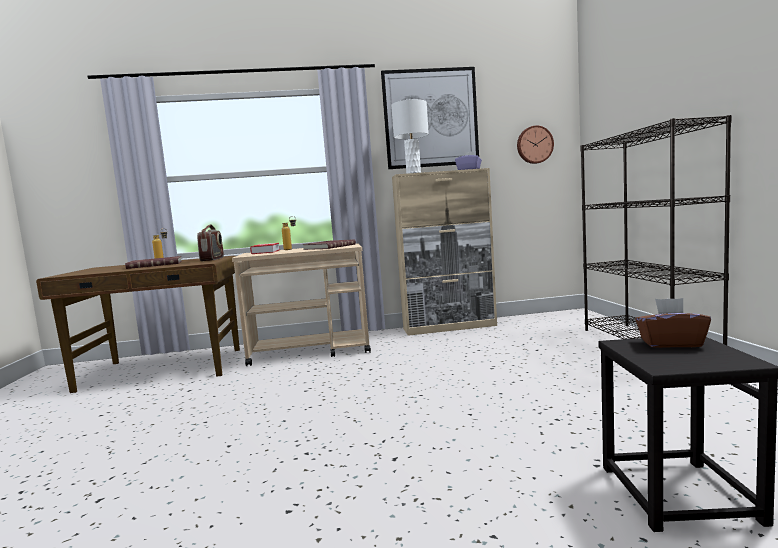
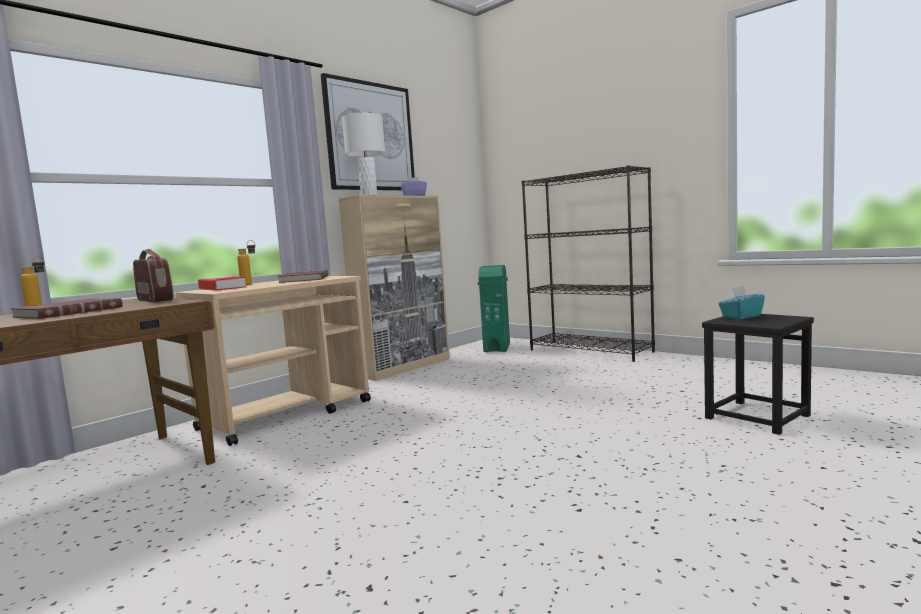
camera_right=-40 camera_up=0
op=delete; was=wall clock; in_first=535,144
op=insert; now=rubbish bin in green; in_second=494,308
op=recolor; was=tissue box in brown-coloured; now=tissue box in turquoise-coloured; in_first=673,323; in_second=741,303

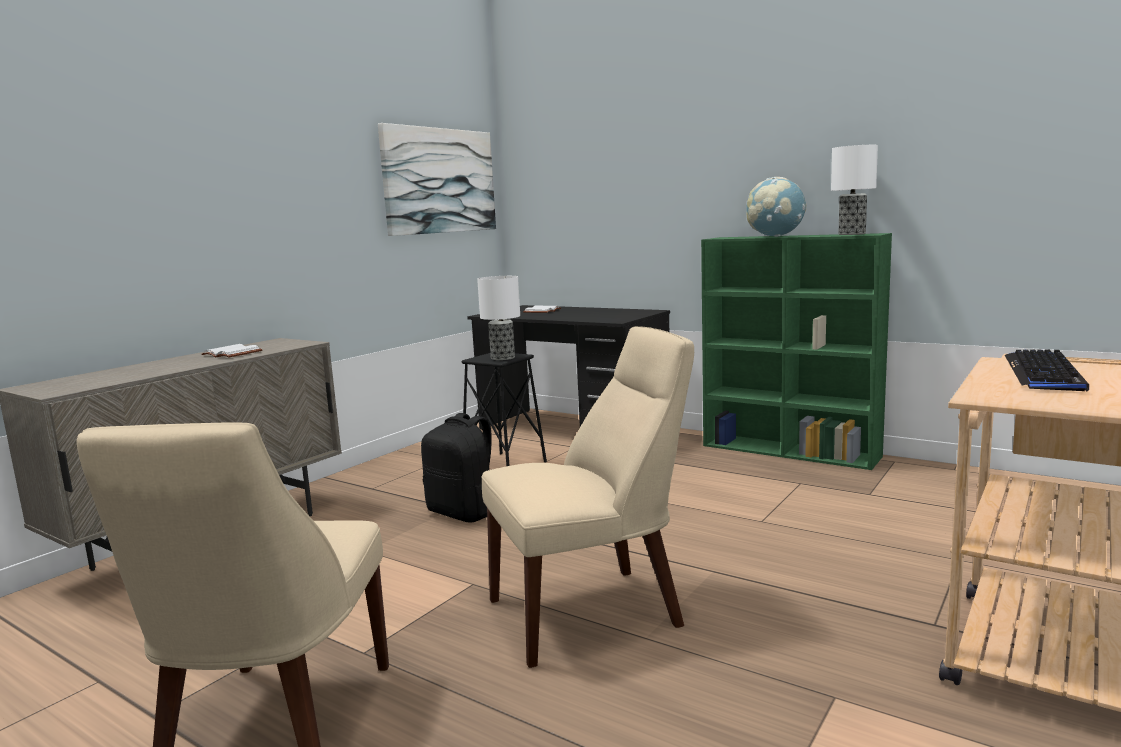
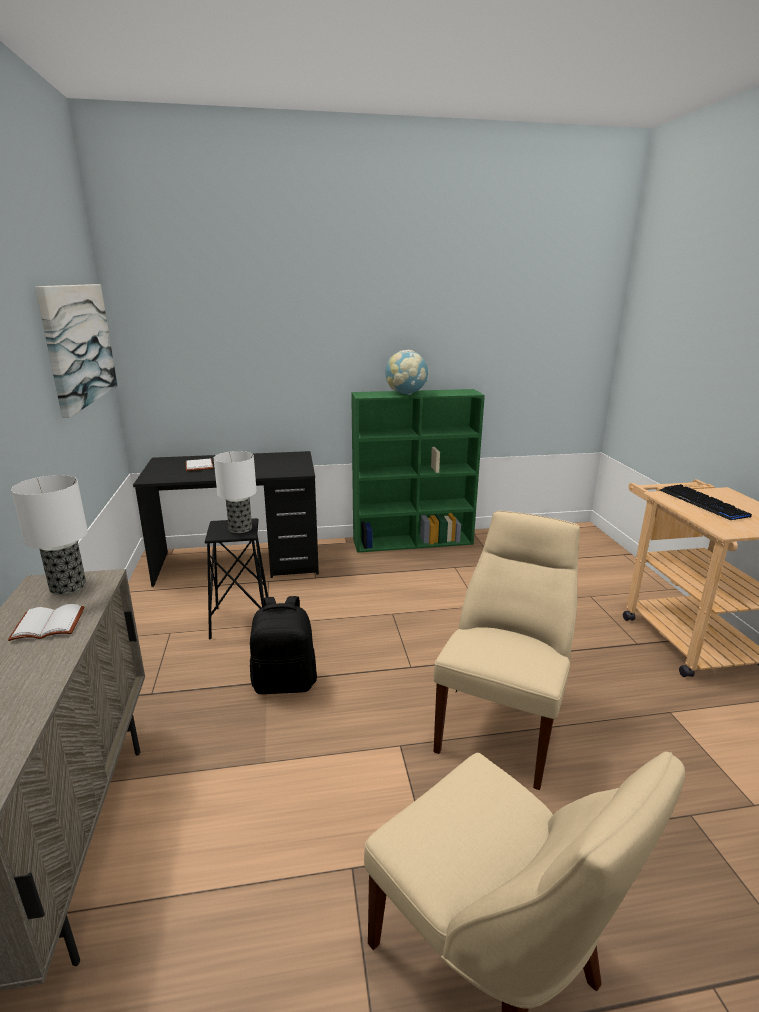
camera_right=-45 camera_up=10
op=move; was=lamp for a table; in_first=854,190; in_second=49,535

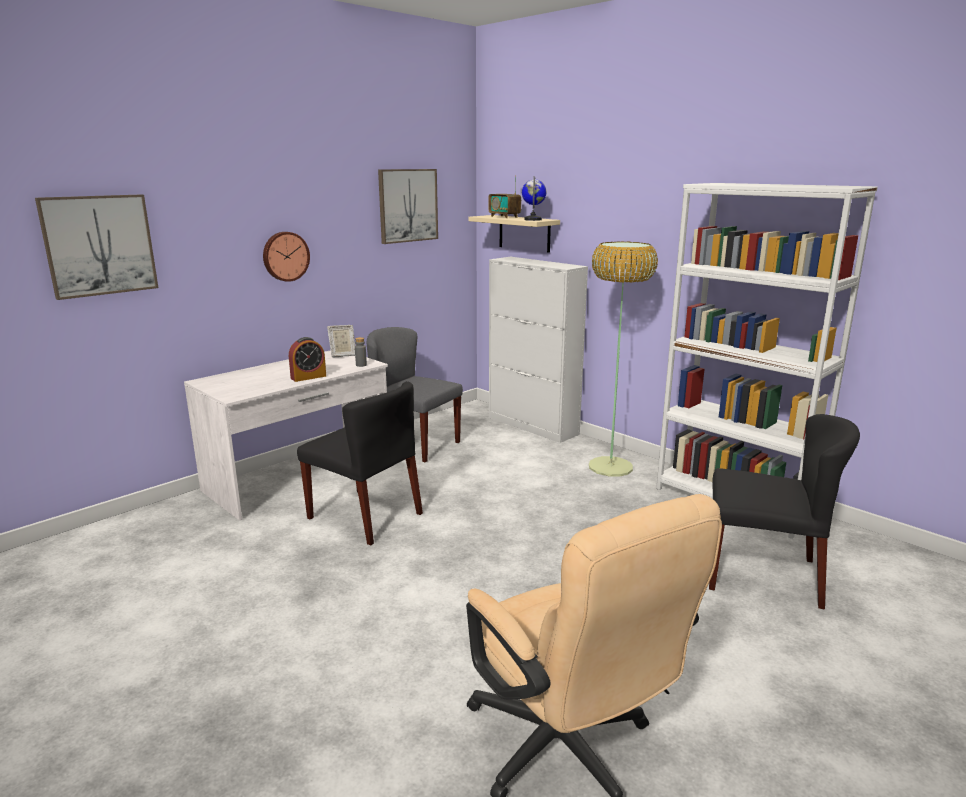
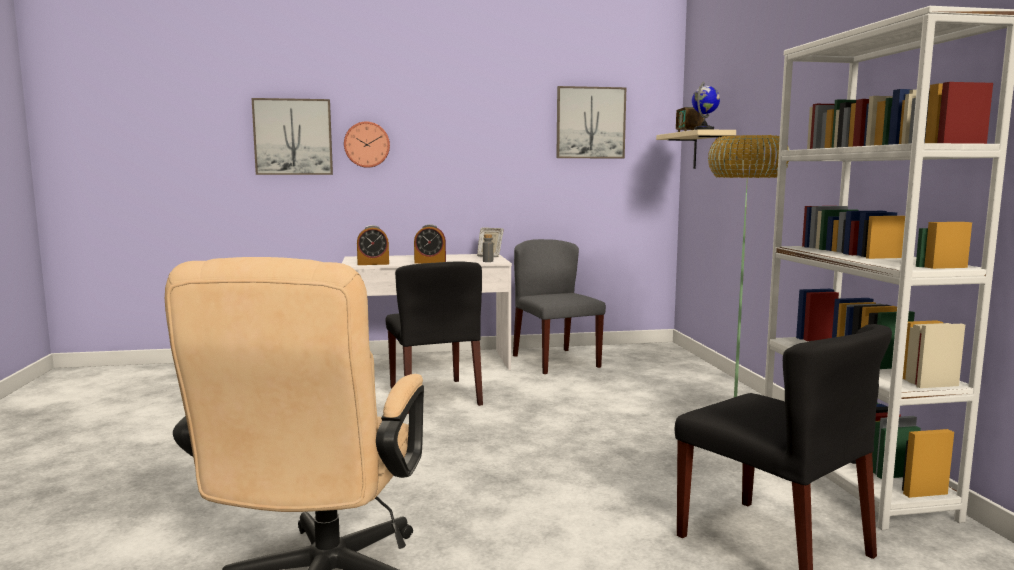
camera_right=35 camera_up=-10
op=delete; was=cabinet in white; in_first=538,350
op=insert; now=table clock; in_second=373,245
op=move; was=wall clock; in_first=286,257; in_second=367,145

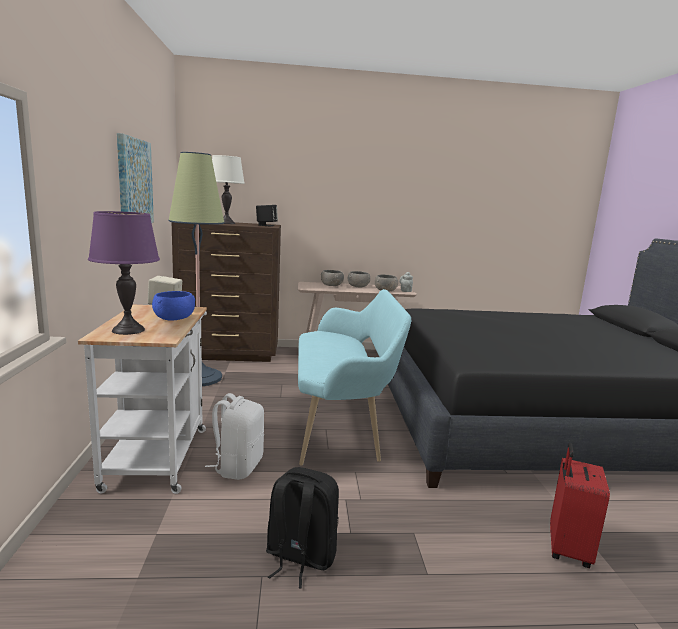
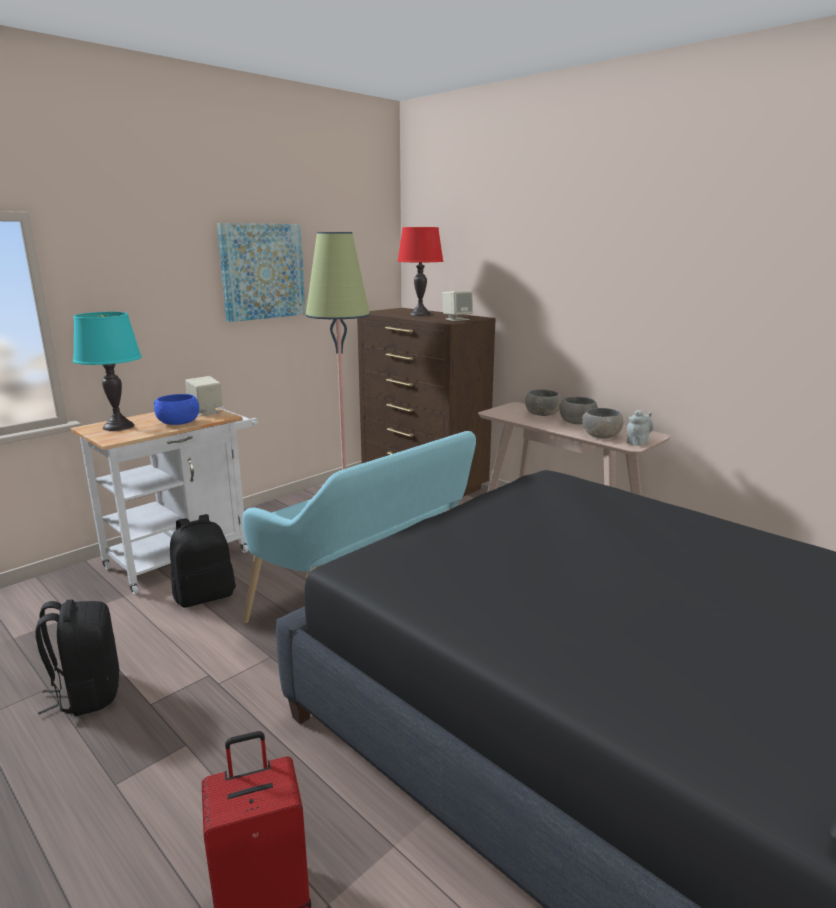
camera_right=50 camera_up=5
op=recolor; was=lamp for a table in purplish; now=lamp for a table in turquoise-coloured; in_first=124,273; in_second=107,371
op=recolor; was=backpack in white; now=backpack in blackish; in_first=234,436; in_second=203,561
op=recolor; was=lamp for a table in white; now=lamp for a table in red-coloured; in_first=228,189; in_second=420,271
op=recolor; was=audio speaker in blackish; now=audio speaker in sand-coloured; in_first=267,215; in_second=457,305

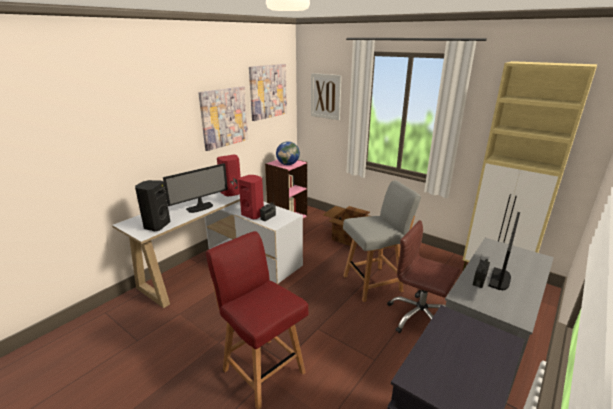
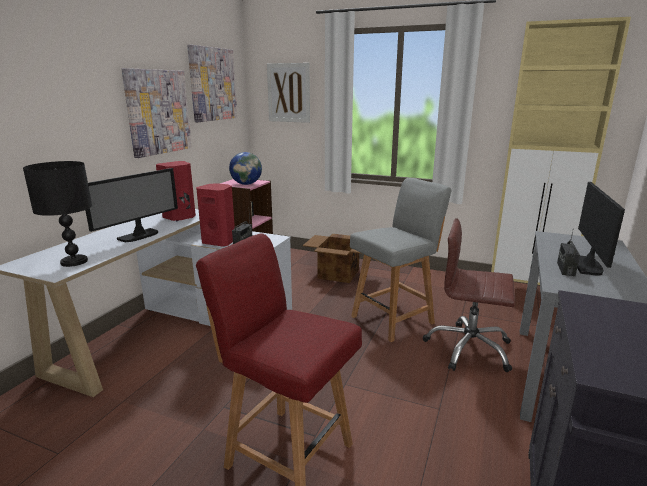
camera_right=-15 camera_up=-5
op=replace; was=audio speaker in blackish; now=lamp for a table in blackish; in_first=153,205; in_second=57,214

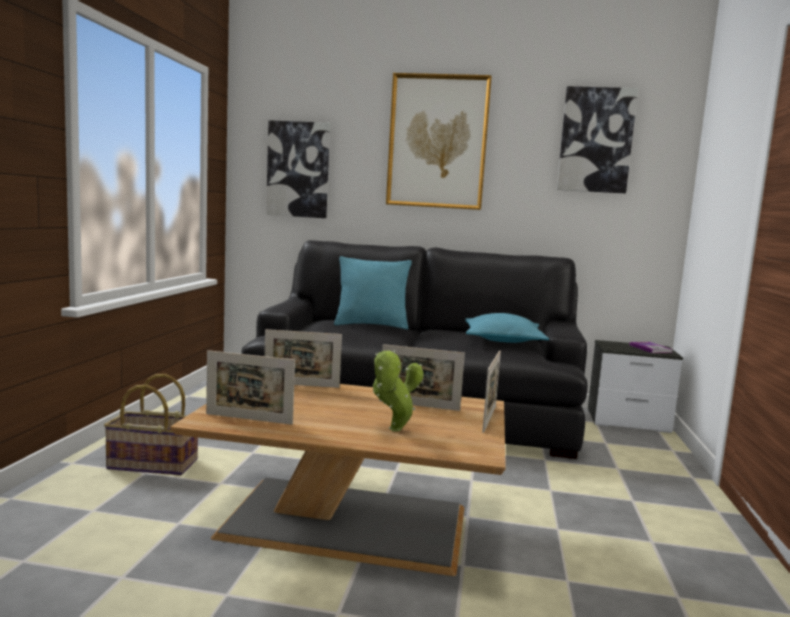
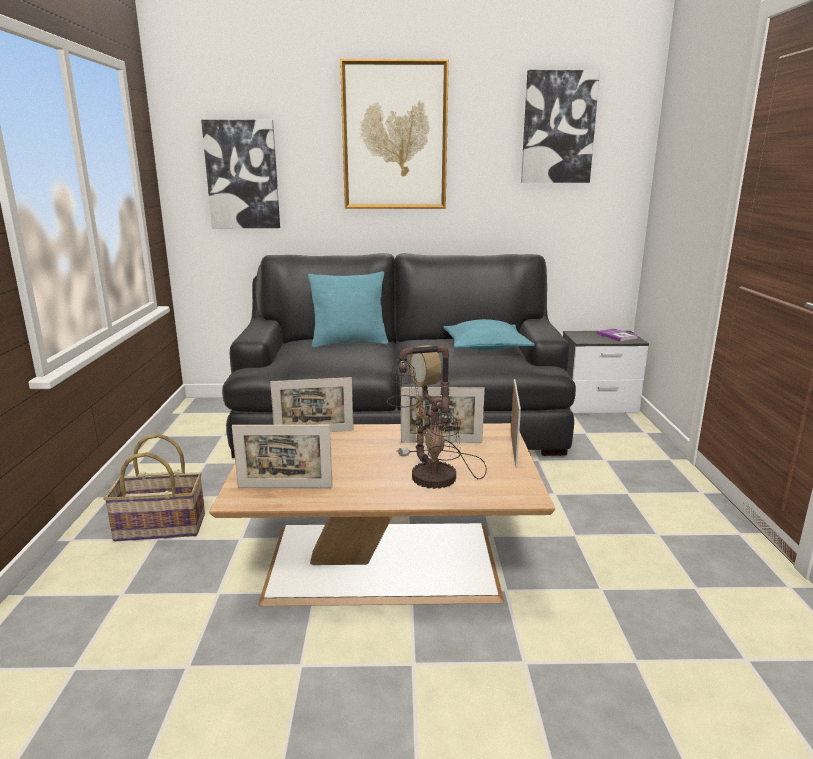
camera_right=-10 camera_up=10
op=replace; was=houseplant; now=lamp for a table; in_first=398,391; in_second=437,417

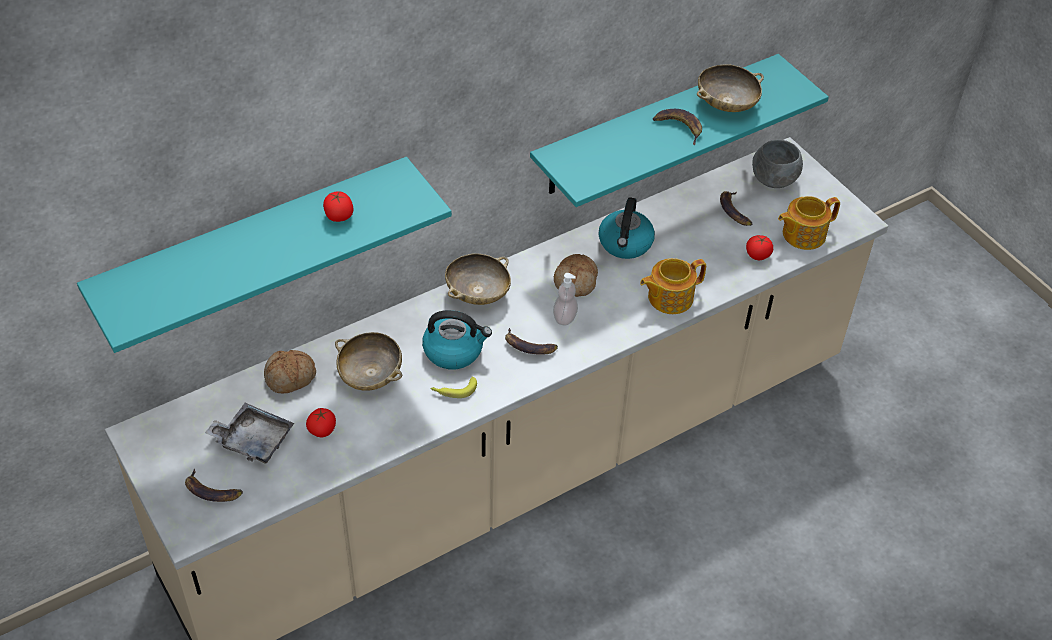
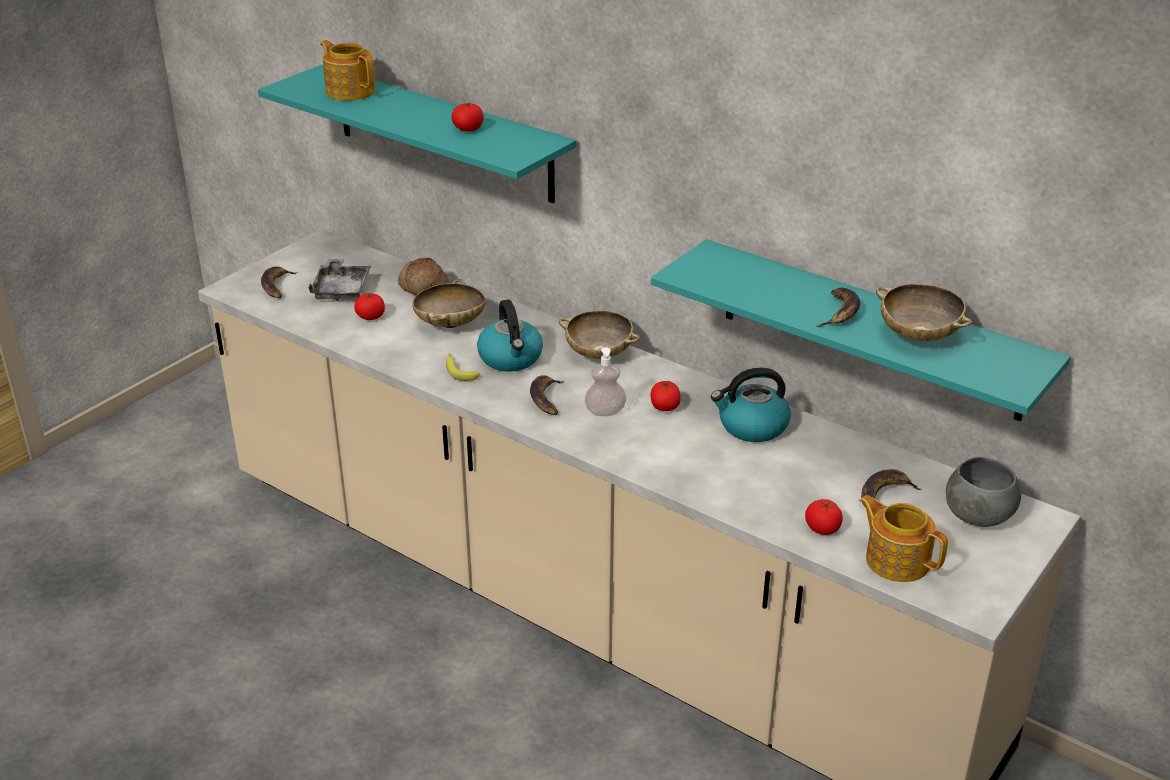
camera_right=70 camera_up=-15
op=move; was=tea pot; in_first=673,286; in_second=347,70
op=replace; was=baked bread; now=whole tomato; in_first=576,275; in_second=666,396

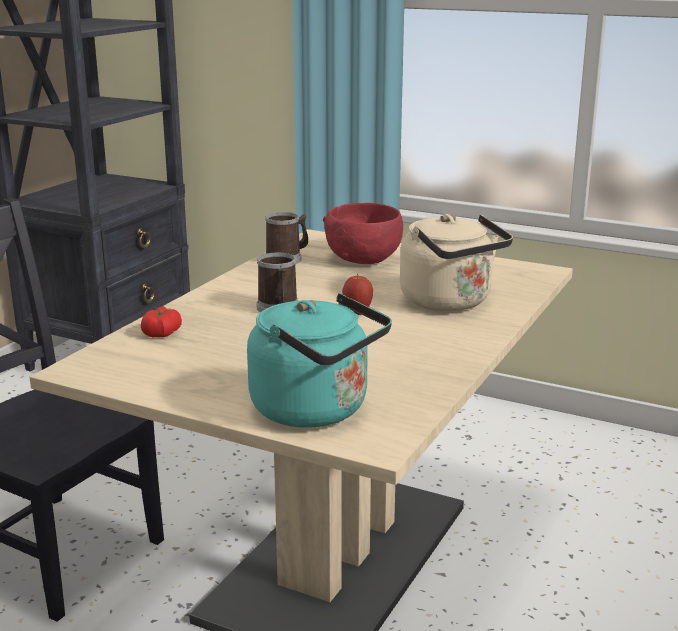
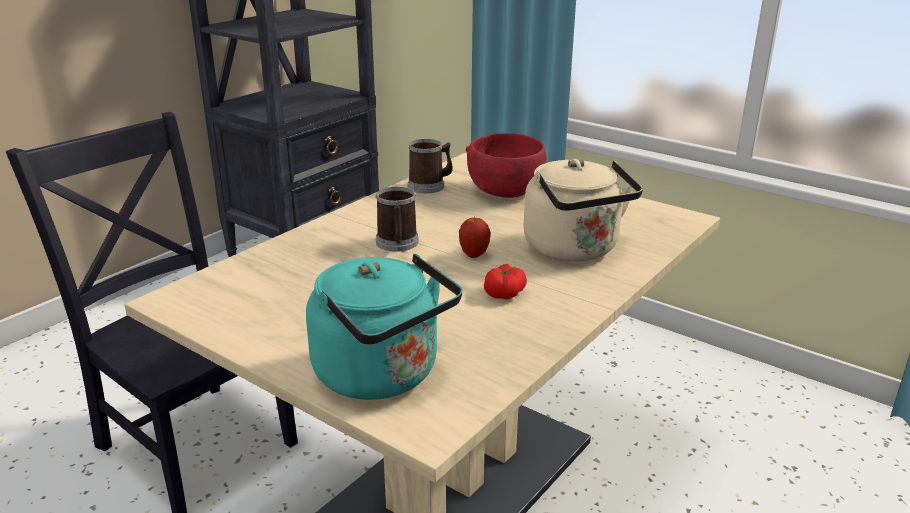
camera_right=10 camera_up=5
op=move; was=whole tomato; in_first=161,322; in_second=505,281

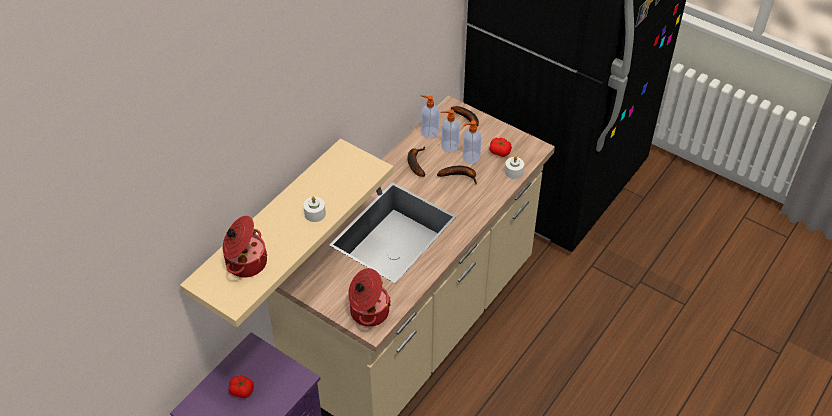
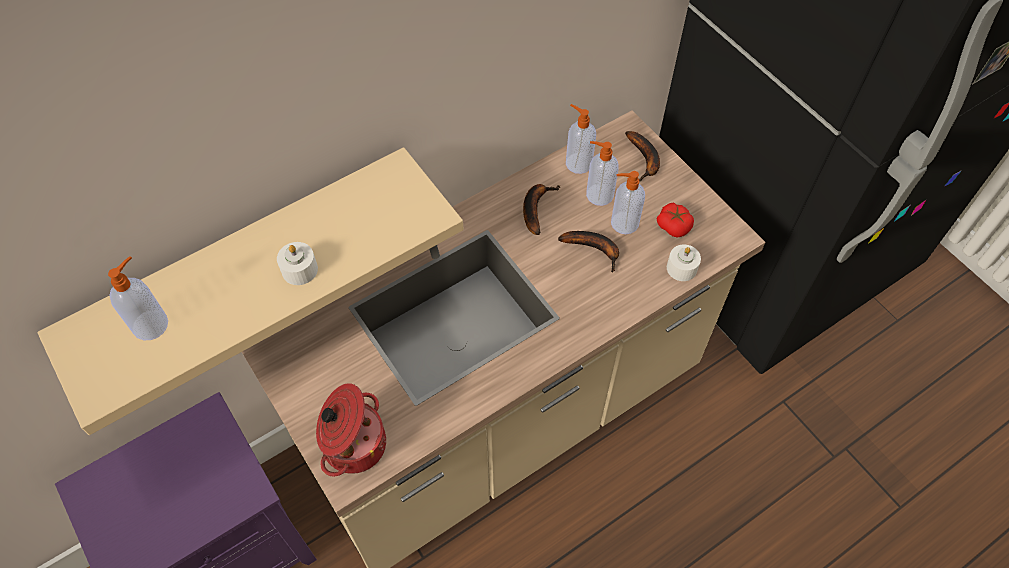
camera_right=20 camera_up=10
op=delete; was=whole tomato; in_first=241,387
op=replace; was=cooking pot; now=soap dispenser; in_first=245,247; in_second=138,298

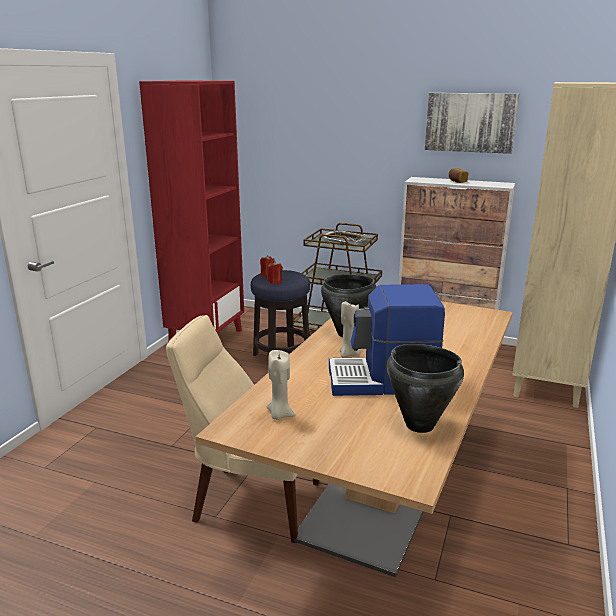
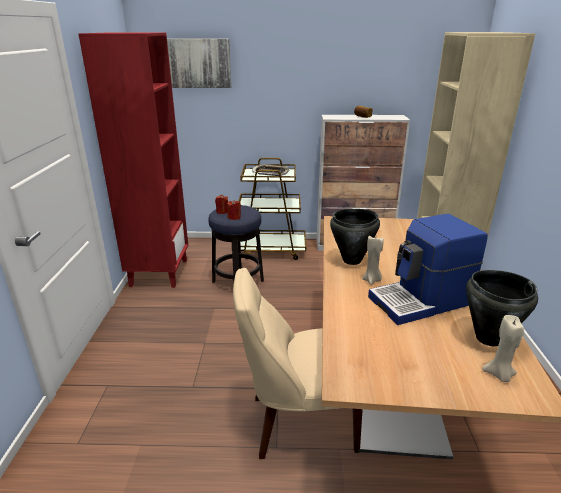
camera_right=-20 camera_up=5
op=move; was=candle in sand-coloured; in_first=280,385; in_second=503,348
op=move; was=wall picture; in_first=472,123; in_second=199,63

